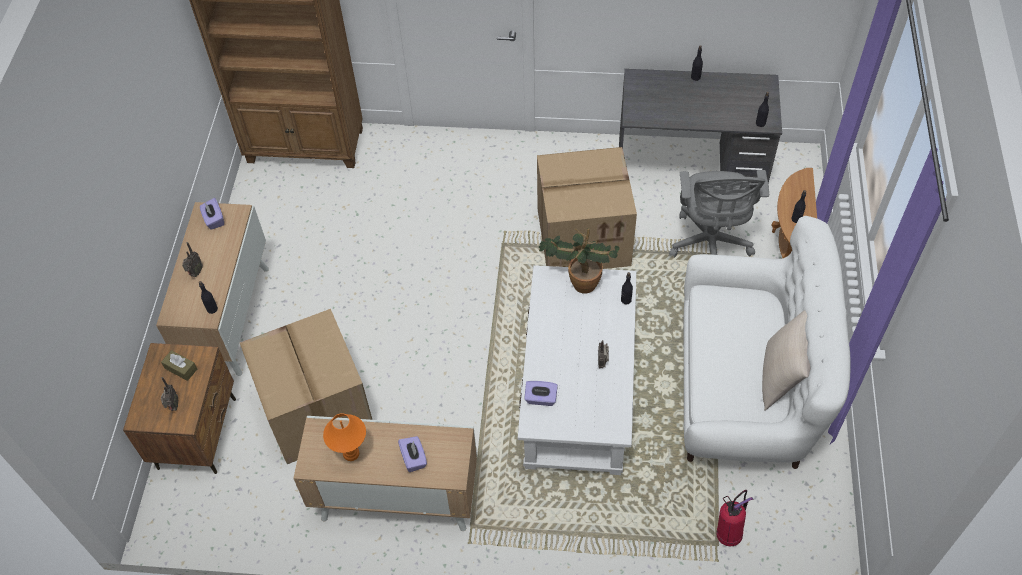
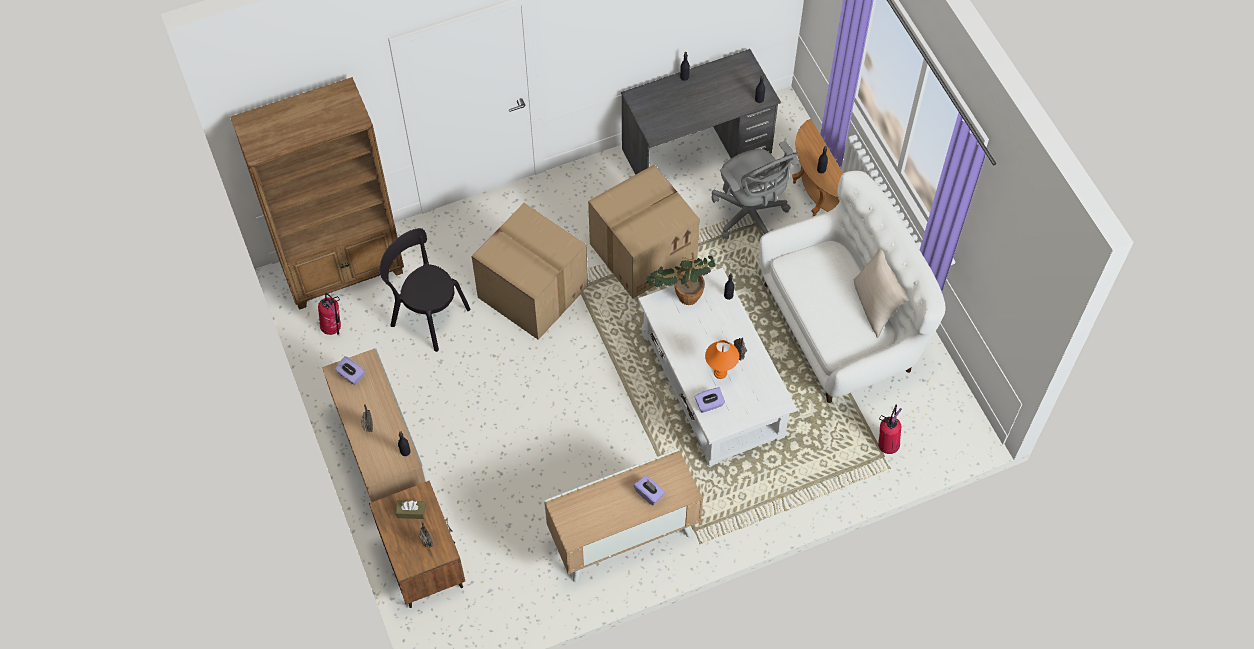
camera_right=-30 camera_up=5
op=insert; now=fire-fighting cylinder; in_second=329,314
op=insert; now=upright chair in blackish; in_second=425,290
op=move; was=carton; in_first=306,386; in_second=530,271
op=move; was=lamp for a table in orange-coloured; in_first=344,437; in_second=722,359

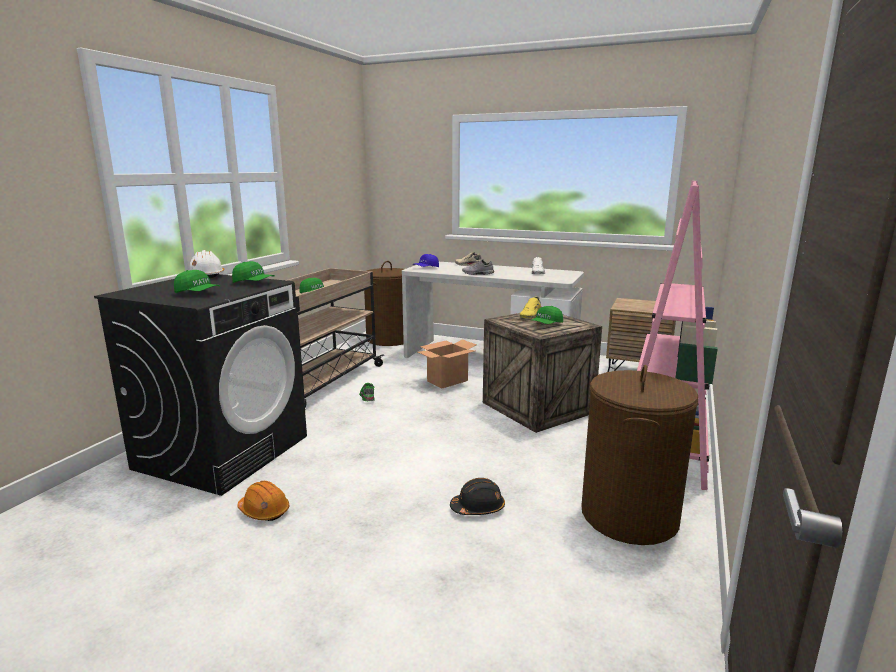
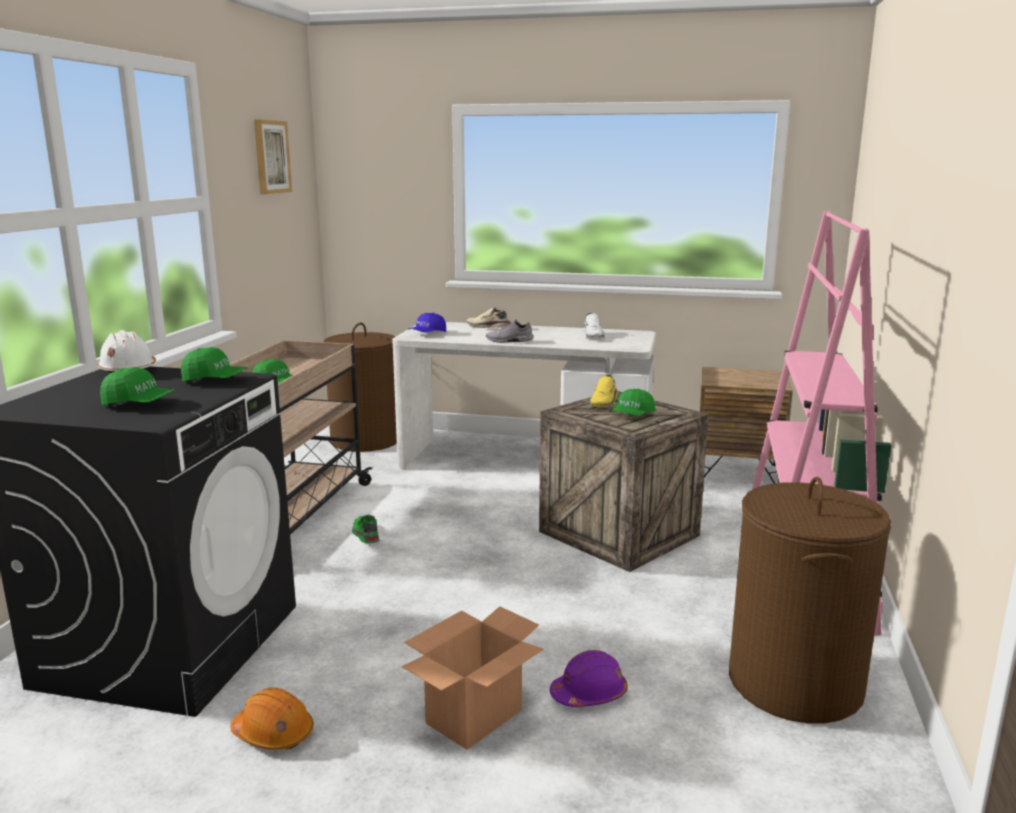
camera_right=-10 camera_up=0
op=insert; now=wall picture; in_second=273,156
op=move; was=carton; in_first=447,363; in_second=473,678
op=recolor; was=hard hat in blackish; now=hard hat in purplish; in_first=477,496; in_second=589,678

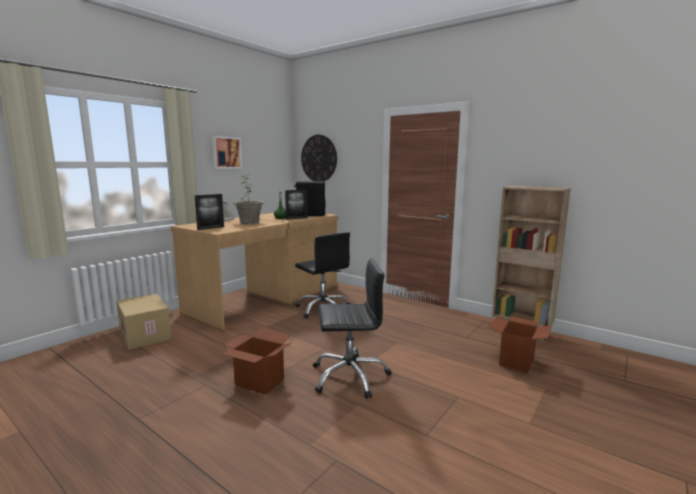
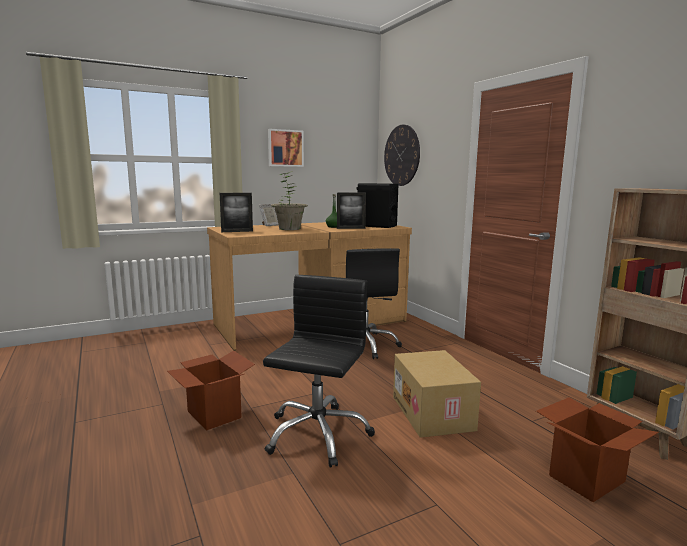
camera_right=25 camera_up=0
op=move; was=carton; in_first=144,322; in_second=437,394
op=rotate; was=computer chair in blackish; in_first=352,328; in_second=319,371; clockwise=-90

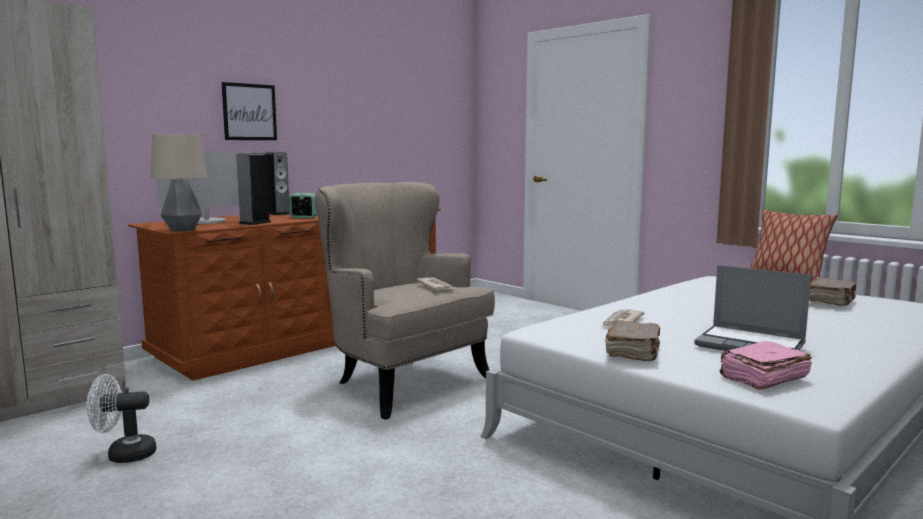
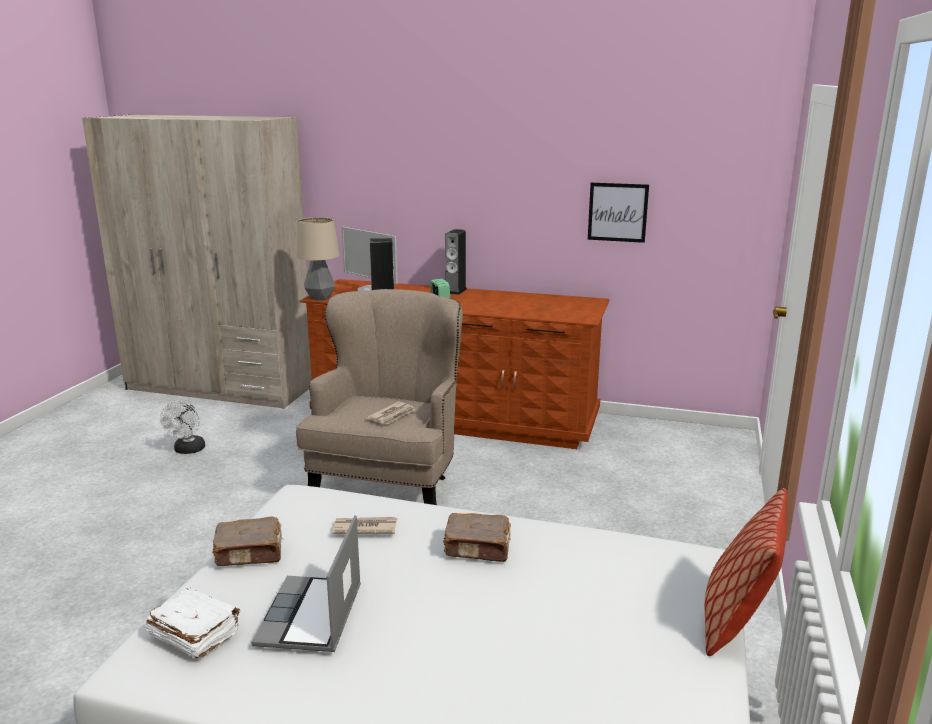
camera_right=60 camera_up=10
op=move; was=wall picture; in_first=249,111; in_second=618,213
op=move; was=bound book in brown-coloured; in_first=832,291; in_second=477,537
op=recolor; was=bound book in pink-coloured; now=bound book in white; in_first=766,365; in_second=192,623
op=rotate; was=electric fan in white; in_first=121,418; in_second=182,427; clockwise=-135

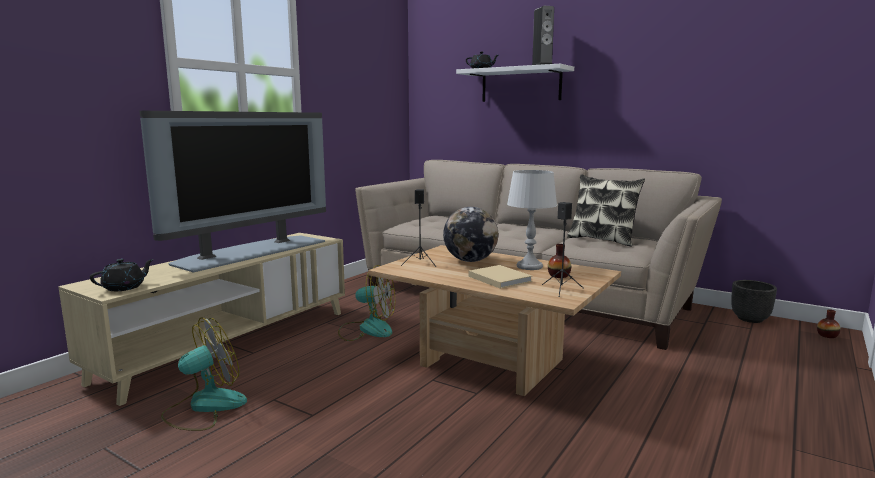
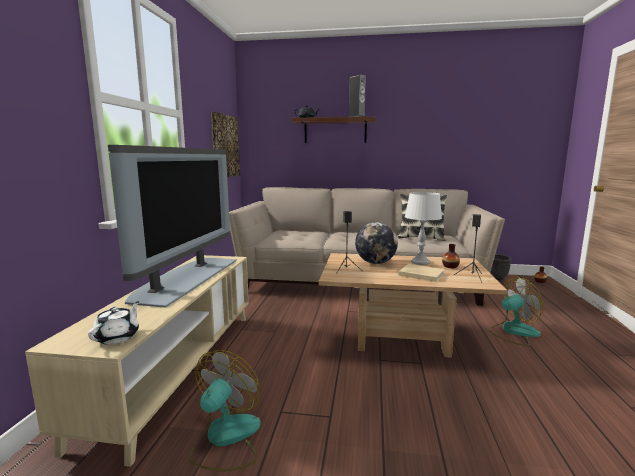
camera_right=-25 camera_up=0
op=insert; now=wall picture; in_second=225,144
op=move; was=electric fan; in_first=366,303; in_second=516,311
op=recolor; was=tea pot in blackish; now=tea pot in white; in_first=122,275; in_second=114,323
op=recolor; was=shelf in white; now=shelf in brown-coloured; in_first=515,83; in_second=333,130

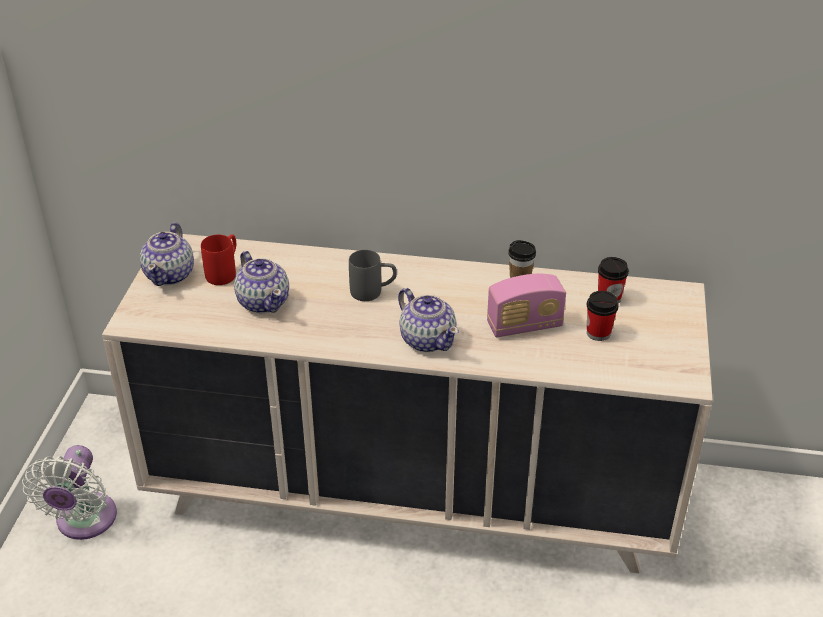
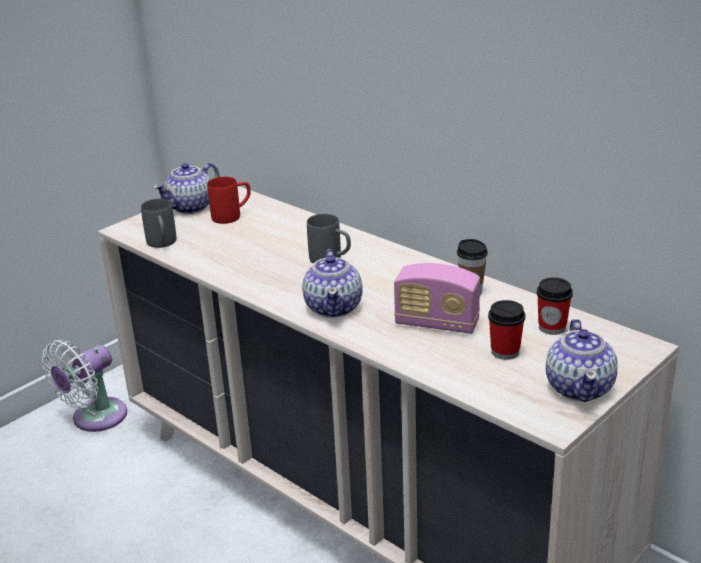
camera_right=35 camera_up=-10
op=insert; now=tea mug in grey; in_second=158,223
op=move; was=tea pot; in_first=261,282; in_second=581,360

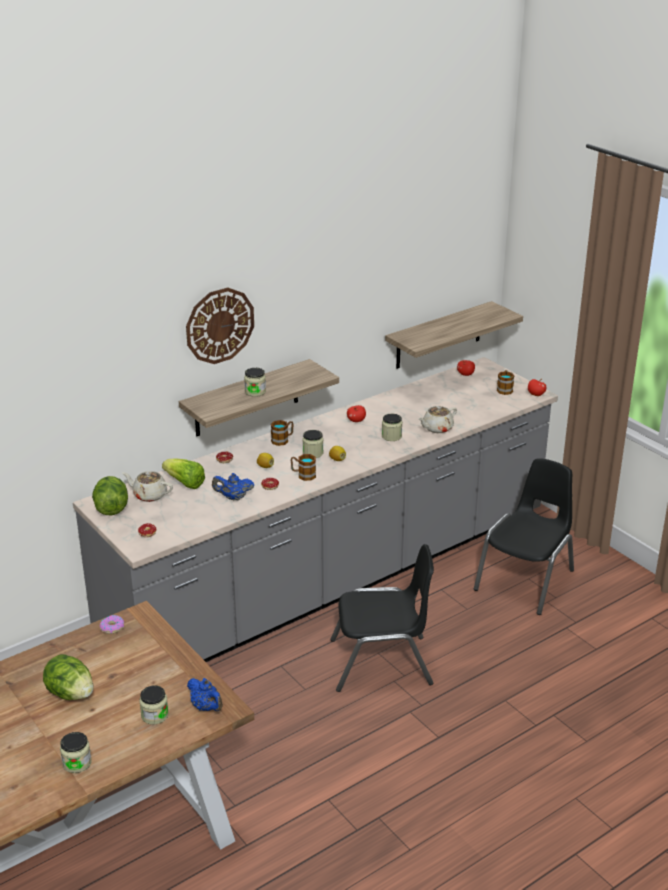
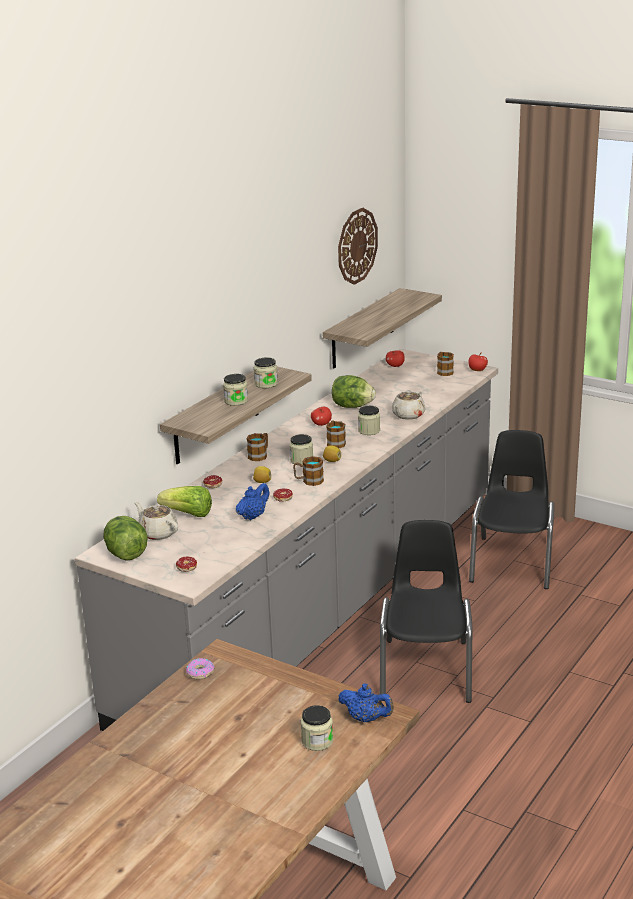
camera_right=-20 camera_up=-5
op=insert; now=tea mug; in_second=336,434
op=move; was=lettuce head; in_first=68,677; in_second=354,391
op=move; was=jar; in_first=76,752; in_second=266,372
op=move; was=wall clock; in_first=220,326; in_second=358,246
op=rotate; was=tea pot in sand-coloured; in_first=147,486; in_second=156,521; clockwise=45
op=rotate; was=tea pot in blue; in_first=233,486; in_second=252,501; clockwise=150
op=rotate; was=upright chair in blackish; in_first=382,618; in_second=426,611; clockwise=-60

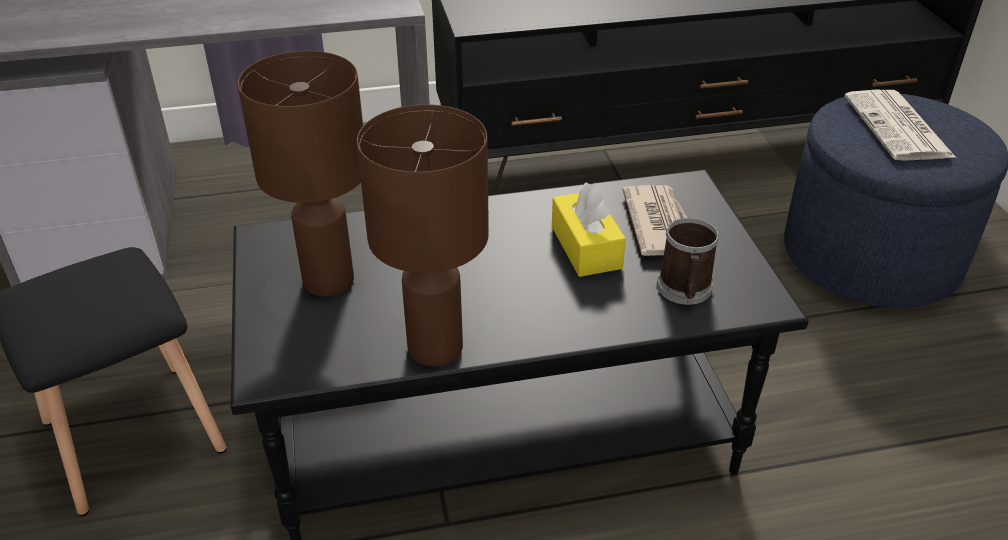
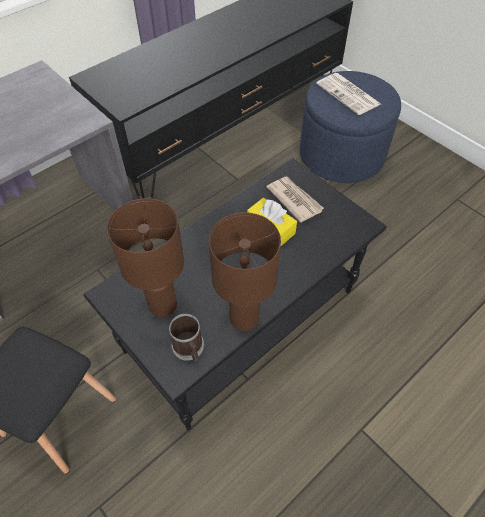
camera_right=-30 camera_up=15
op=move; was=tea mug; in_first=688,261; in_second=186,337

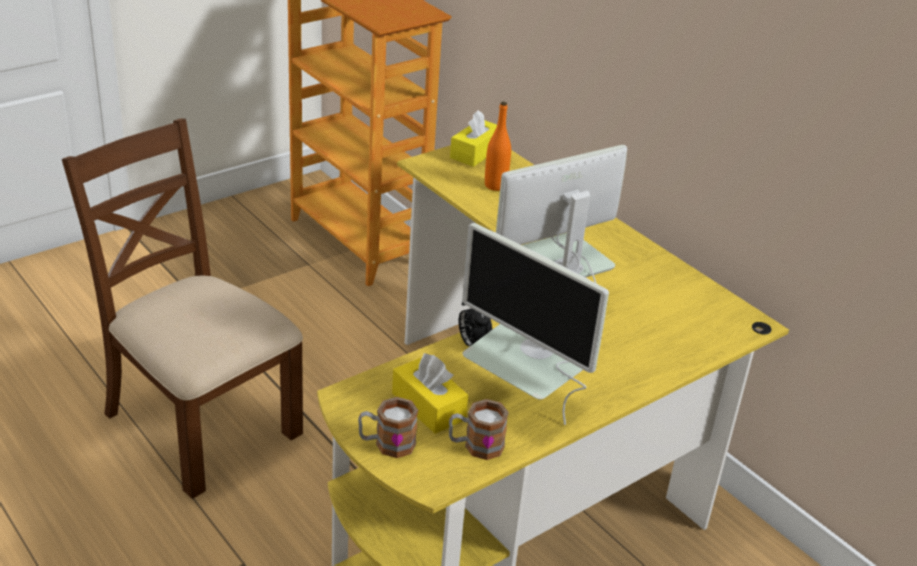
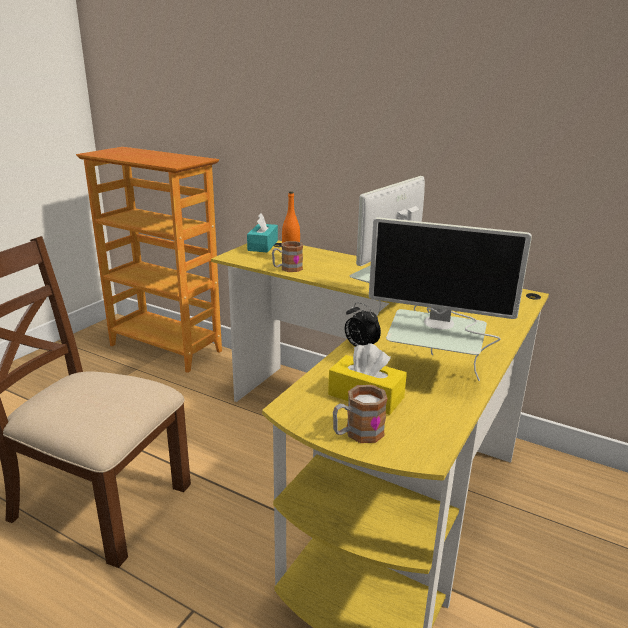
camera_right=-20 camera_up=-10
op=move; was=tea mug; in_first=479,429; in_second=287,256
op=recolor; was=tissue box in yellowish; now=tissue box in turquoise-coloured; in_first=473,138; in_second=262,233

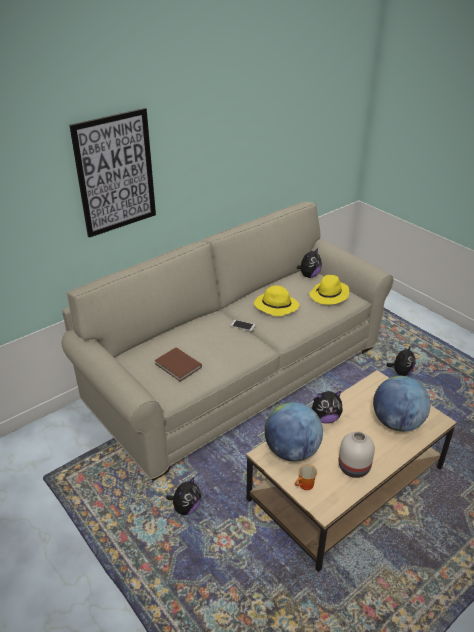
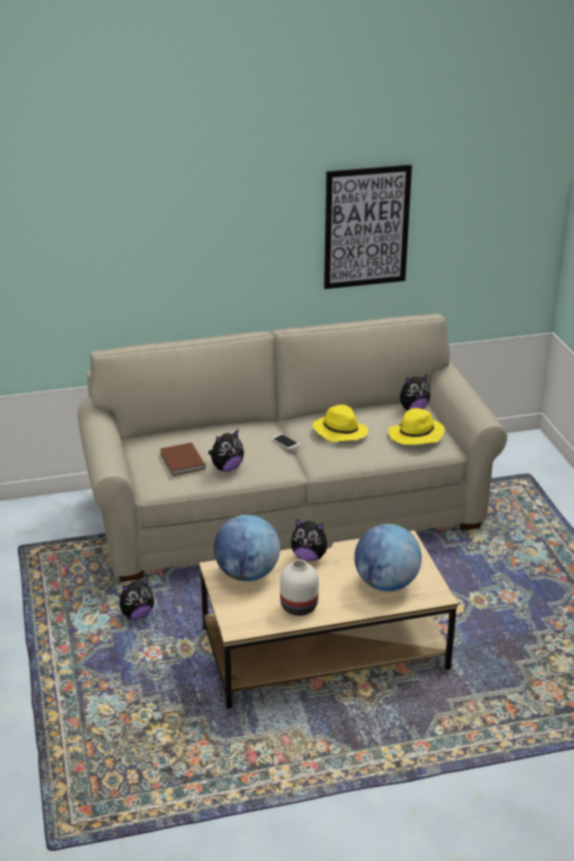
camera_right=25 camera_up=-5
op=delete; was=tea mug; in_first=306,477
op=move; was=wall picture; in_first=112,173; in_second=368,227
op=move; was=soft toy; in_first=401,360; in_second=226,450

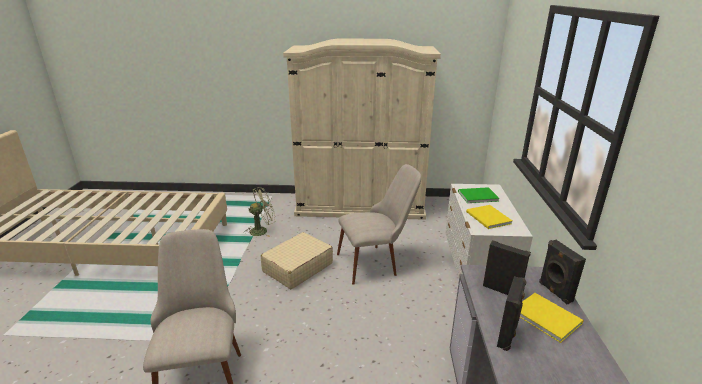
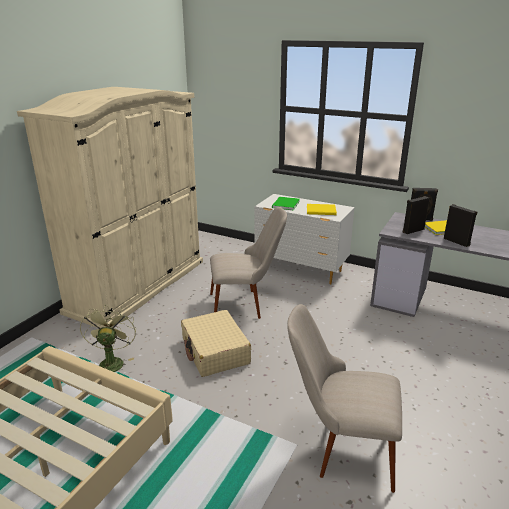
camera_right=-65 camera_up=0
op=rotate; was=upright chair in sand-coloured; in_first=379,224; in_second=248,263; clockwise=75

